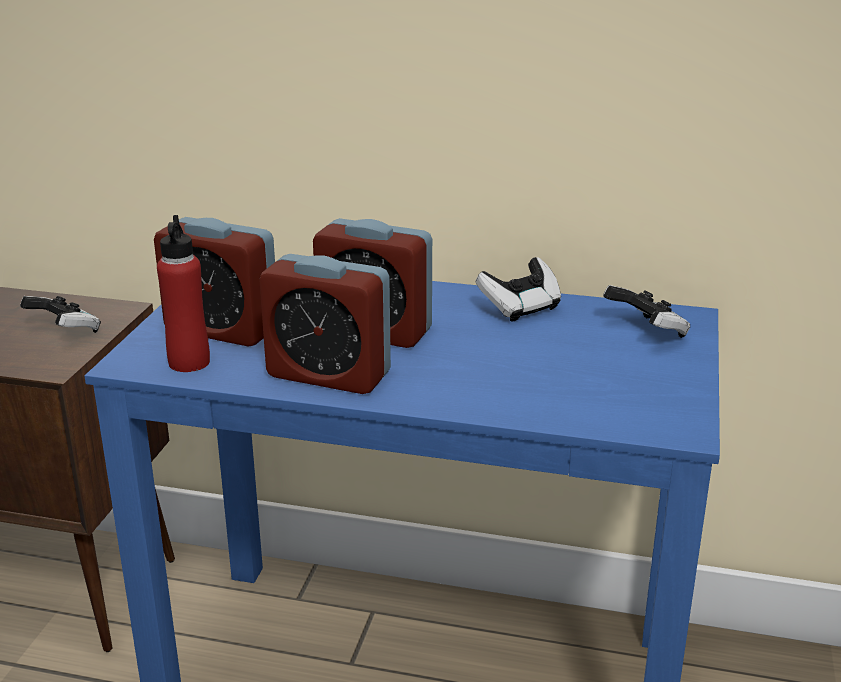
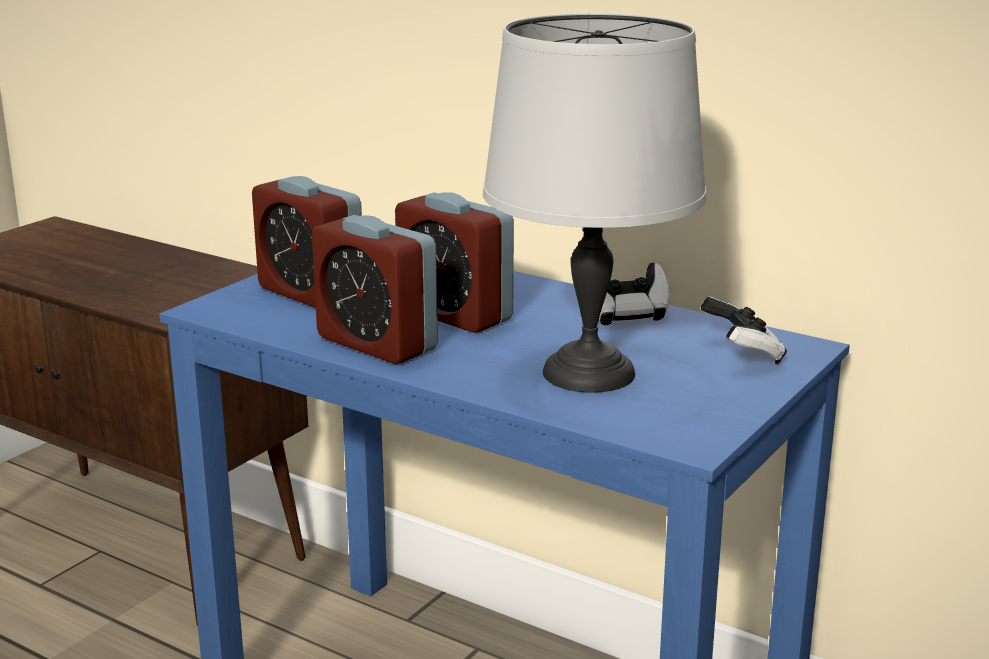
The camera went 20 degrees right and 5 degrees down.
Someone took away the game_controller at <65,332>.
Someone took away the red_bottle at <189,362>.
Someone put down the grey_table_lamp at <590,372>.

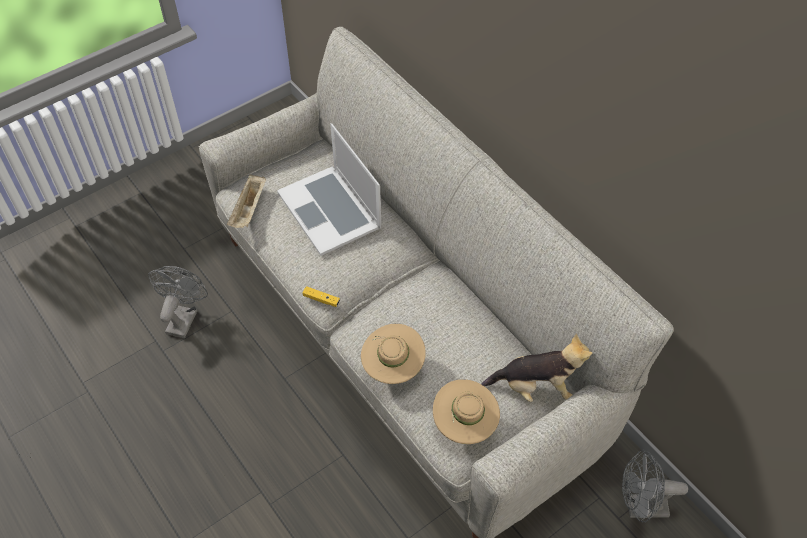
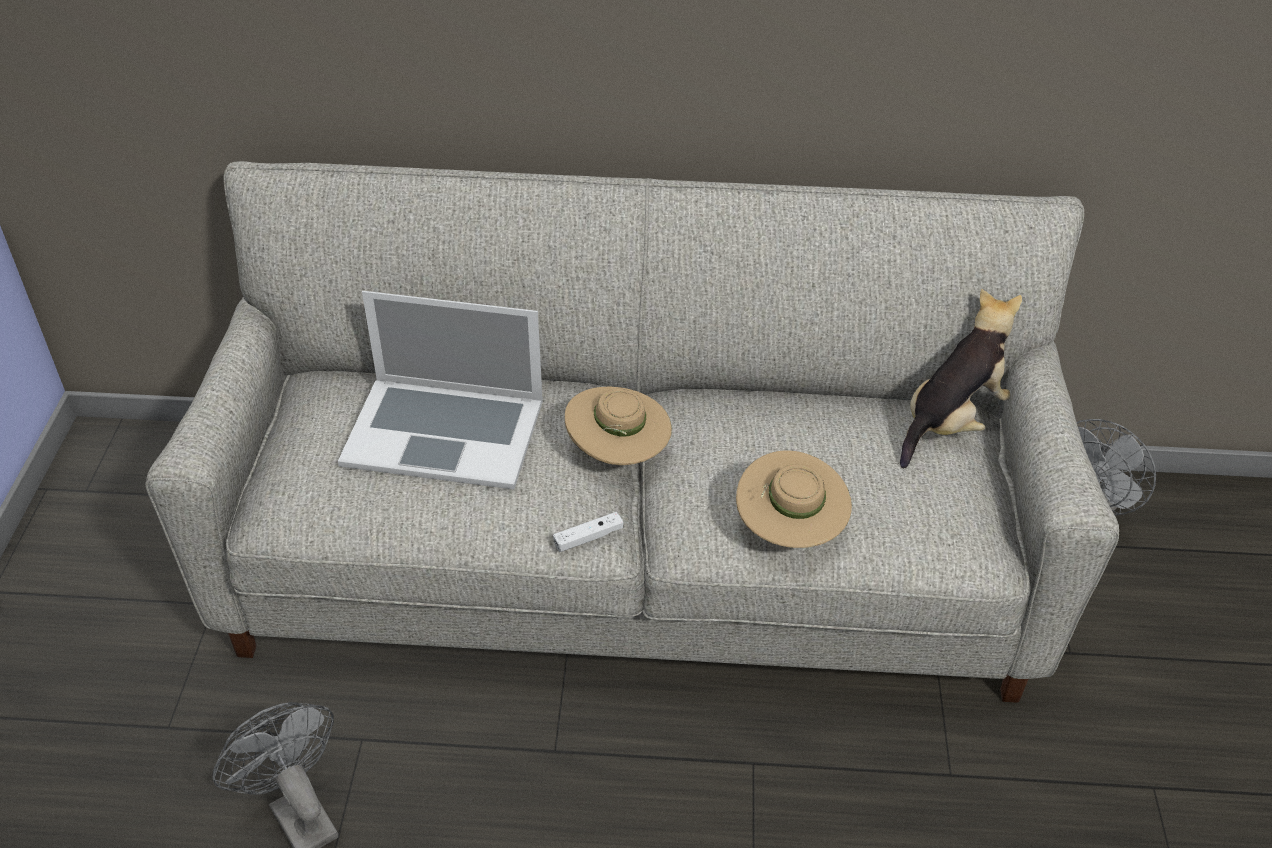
The camera went 50 degrees left and 10 degrees down.
Someone took away the beige_tray at <249,210>.
Someone repainted the yellow_game_controller at <321,299>, which became the white_game_controller at <588,537>.
Someone carried the beige_hat from <465,423> to <618,453>.

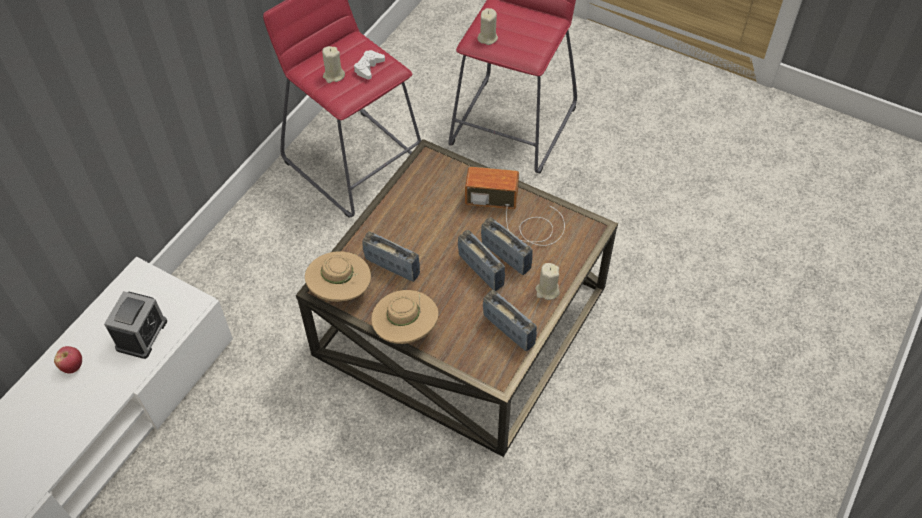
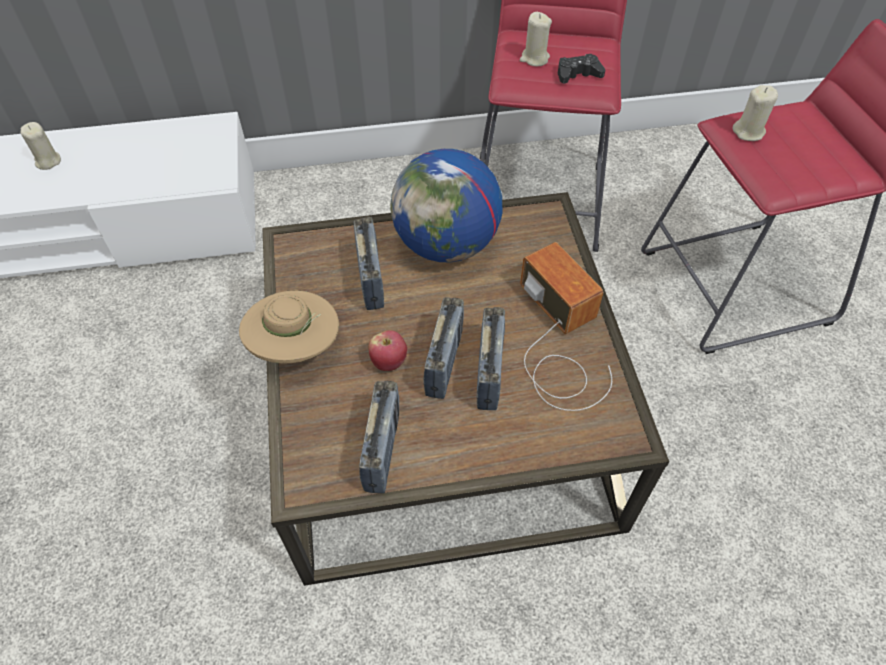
The camera went 50 degrees right and 0 degrees up.
Someone carried the apple from <73,366> to <389,362>.
Someone took away the alarm_clock at <141,335>.
Someone took away the beige_hat at <340,290>.
Someone repainted the white_game_controller at <369,67>, which became the black_game_controller at <578,74>.
Someone carried the beige_candle from <547,291> to <48,161>.
Someone put down the globe at <446,244>.

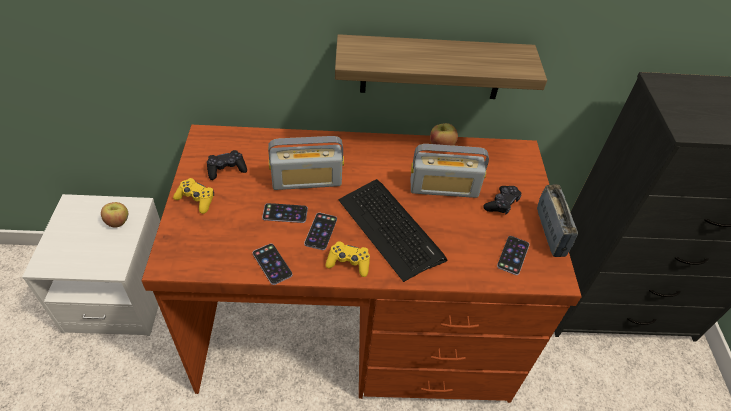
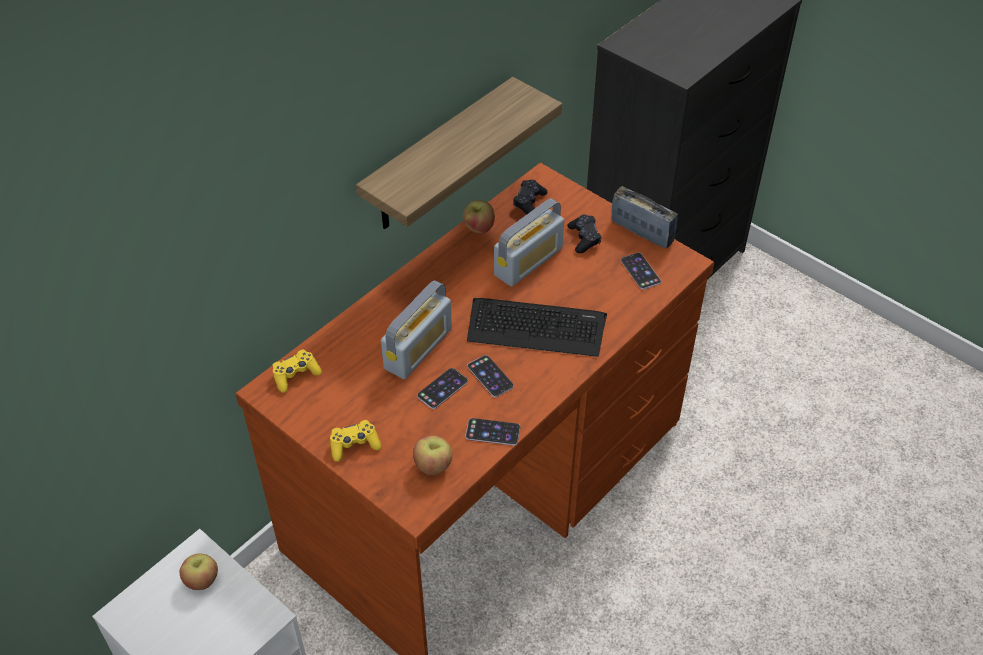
The camera went 45 degrees left and 0 degrees up.
Someone carried the black_game_controller from <226,169> to <529,202>.
Someone carried the yellow_game_controller from <348,263> to <296,375>.
Someone put down the apple at <433,465>.

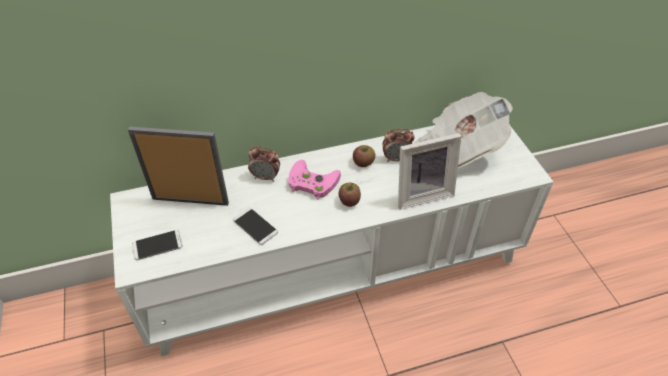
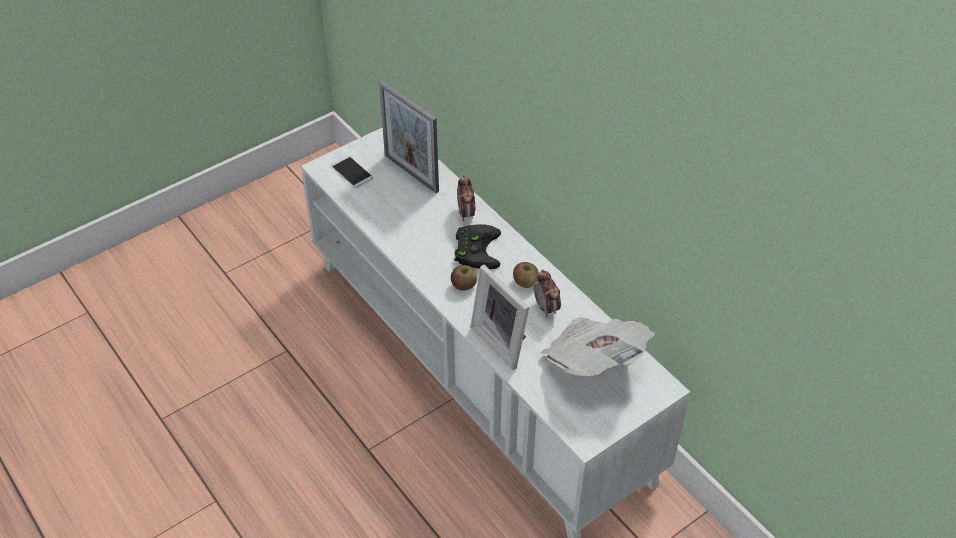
The camera went 70 degrees right and 0 degrees up.
Someone rotated the picture_frame at <190,200> by 150 degrees clockwise.
Someone took away the phone at <255,226>.
Someone repainted the pink_game_controller at <310,182>, which became the black_game_controller at <475,248>.

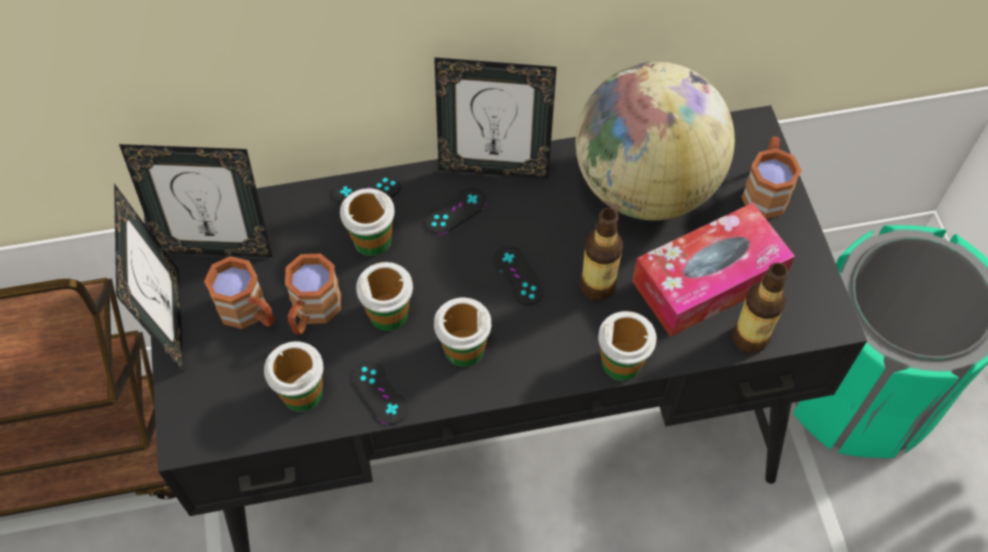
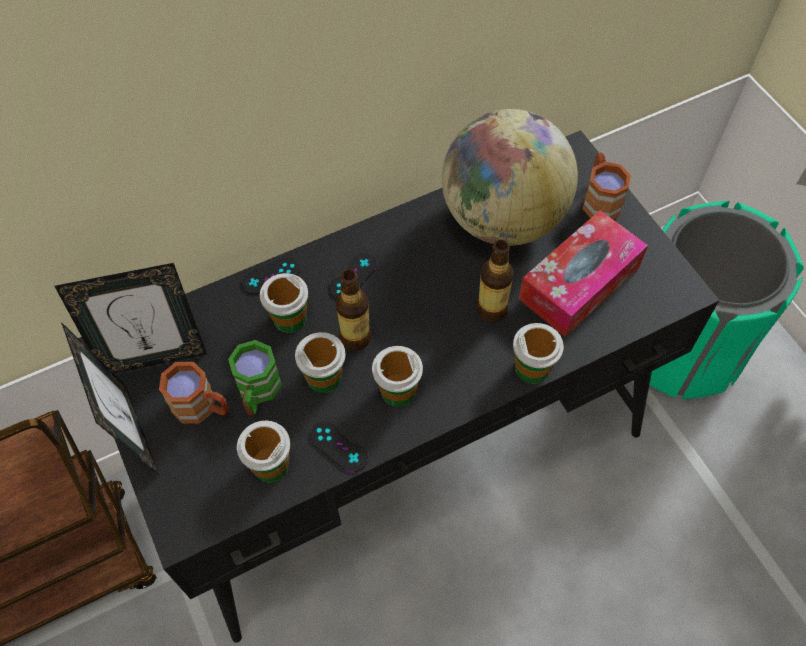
The camera went 15 degrees left and 0 degrees up.
Someone repainted the brown_mug at <312,312>, which became the green_mug at <258,393>.
Someone took away the picture_frame at <494,166>.
Someone took away the black_game_controller at <518,275>.
Someone carried the bottle from <750,338> to <355,337>.

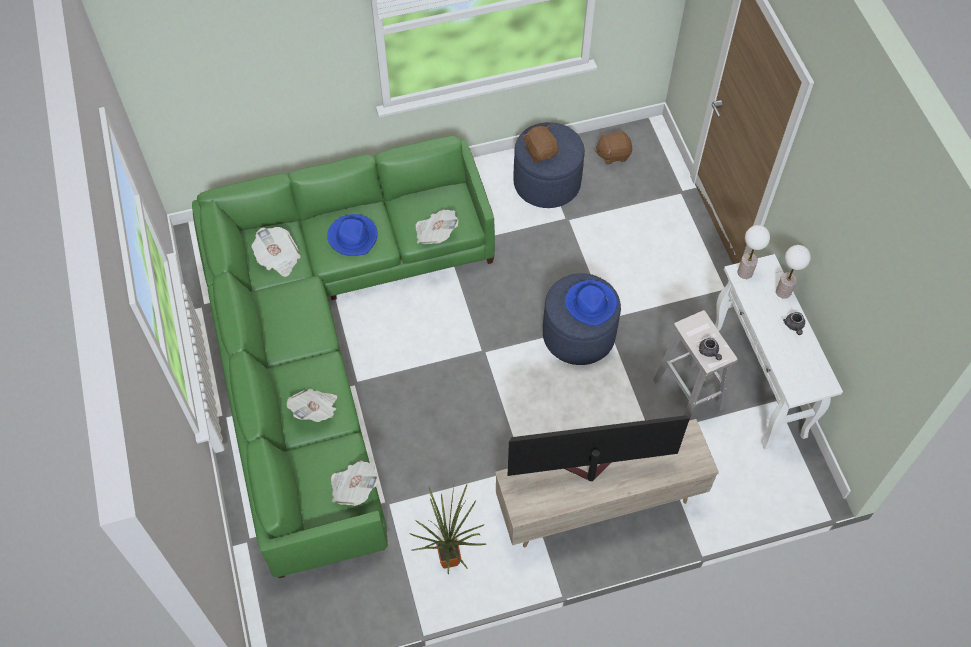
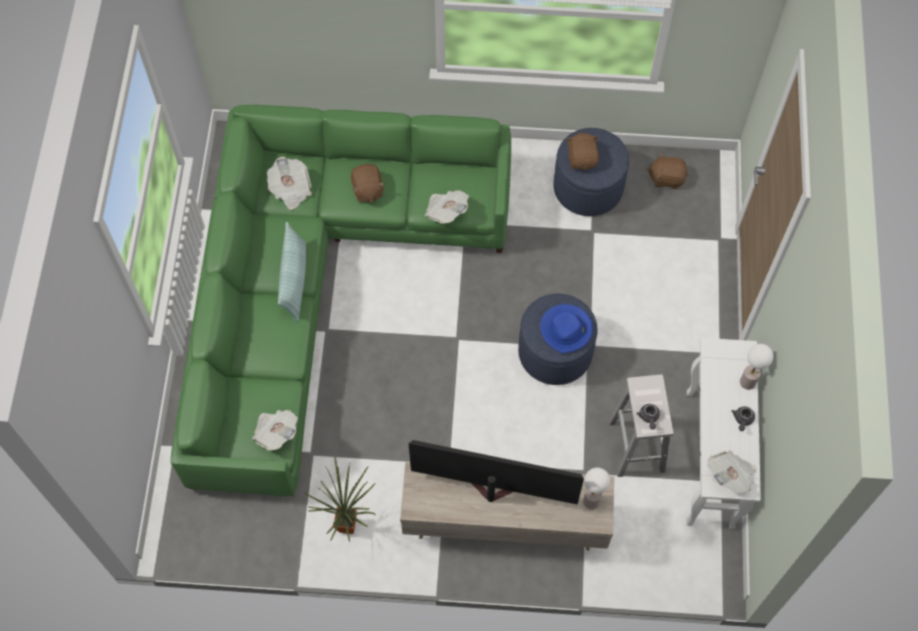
The camera went 20 degrees right and 5 degrees up.
Someone carried the newspaper from <315,410> to <730,476>.
Someone swapped the blue_hat at <353,237> for the brown_plush_toy at <367,190>.
Someone carried the table_lamp from <744,272> to <591,501>.
Someone put down the pillow at <294,281>.

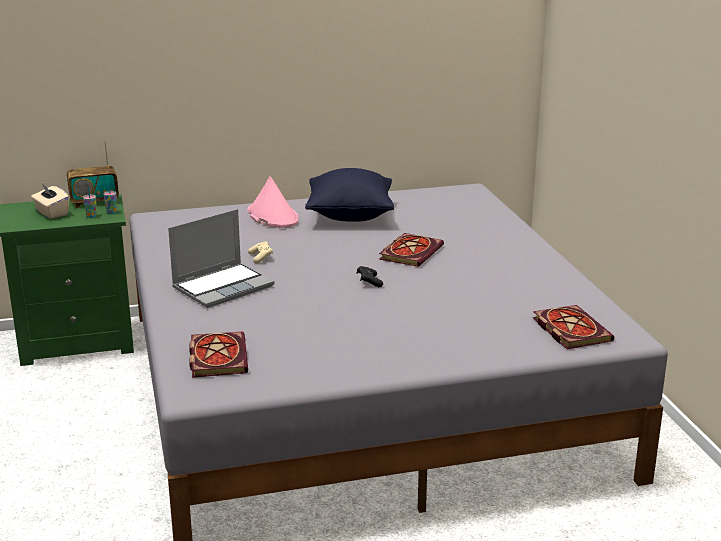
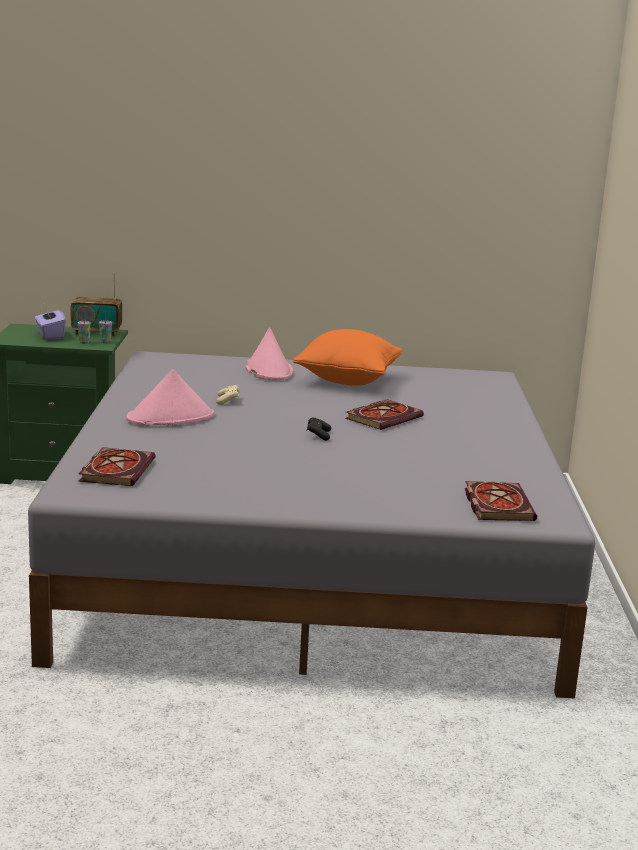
The camera went 15 degrees right and 5 degrees down.
Someone repainted the beige_tissue_box at <51,213>, which became the purple_tissue_box at <50,335>.
Someone swapped the laptop at <223,286> for the pink_hat at <171,418>.
Someone repainted the black_pillow at <350,216>, which became the orange_pillow at <347,380>.

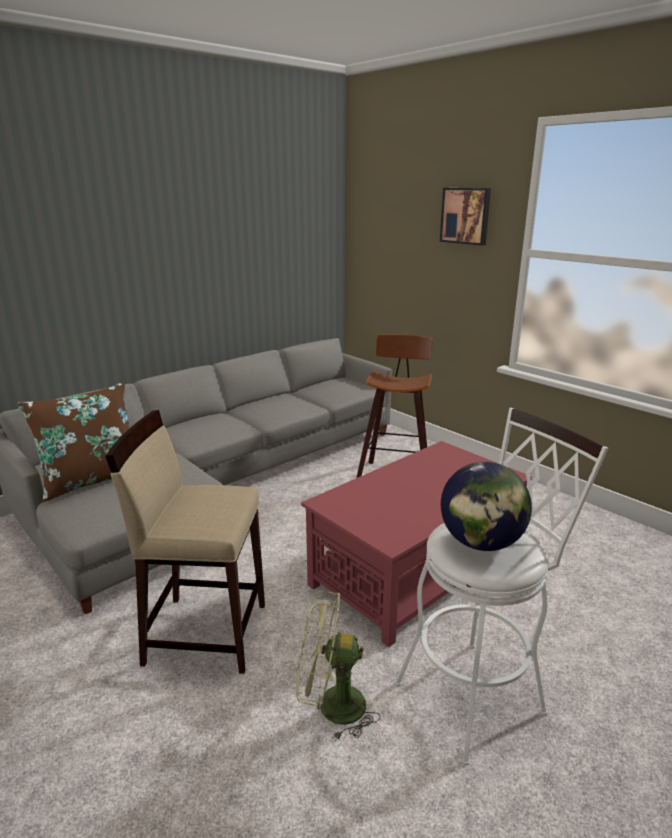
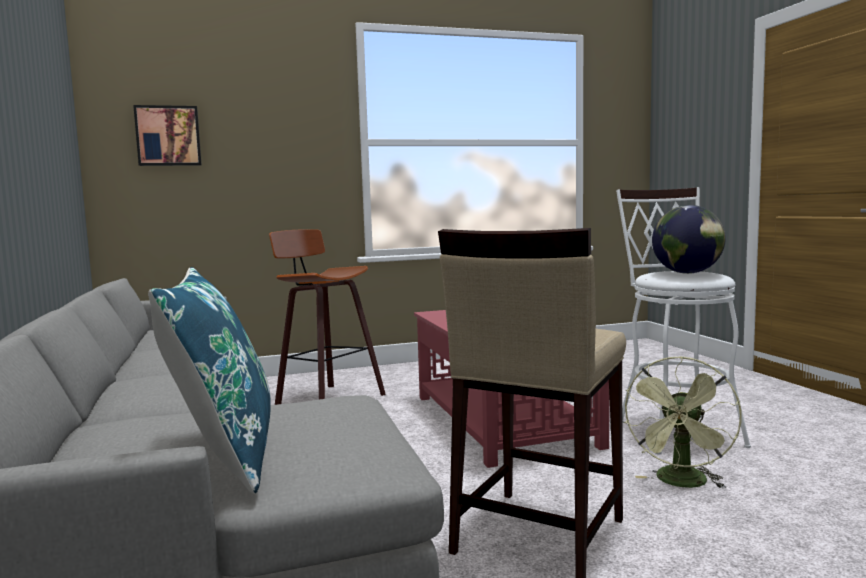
The camera went 65 degrees left and 15 degrees down.
Someone repainted the brown_pillow at <92,480>, which became the blue_pillow at <225,455>.
Someone carried the picture from <466,216> to <168,136>.

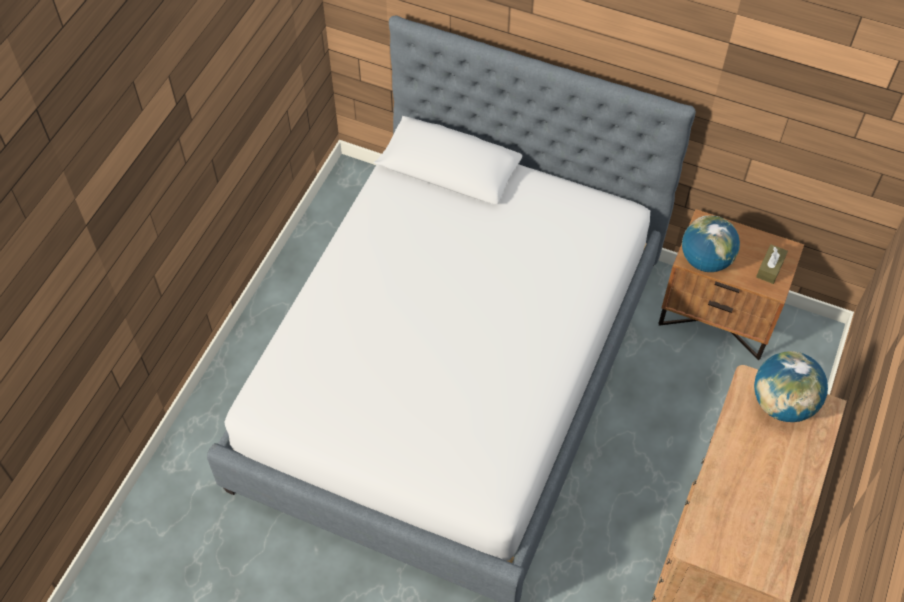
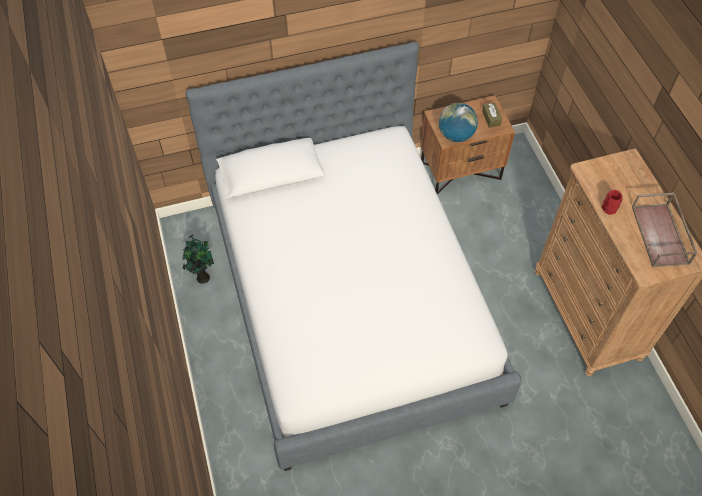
The camera went 40 degrees left and 0 degrees up.
Someone took away the globe at <782,403>.
Someone put down the potted_plant at <202,277>.
Someone put down the red_mug at <608,209>.
Someone put down the brown_tray at <661,235>.

